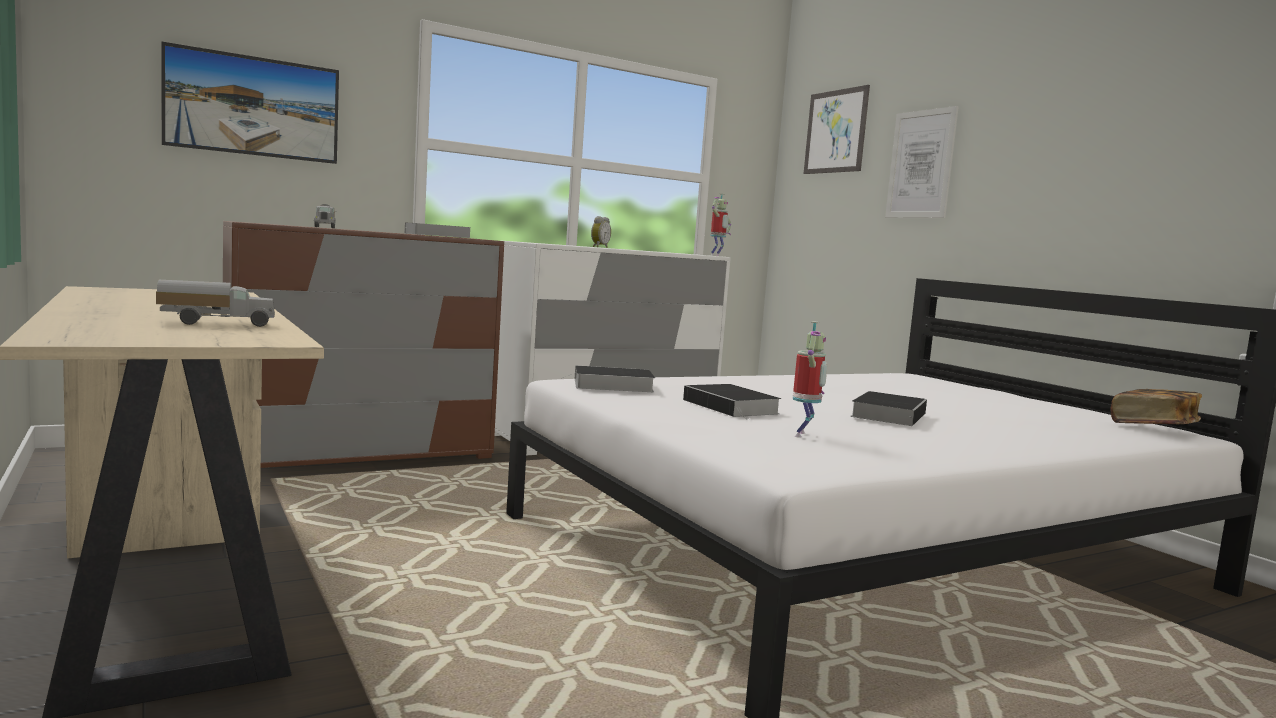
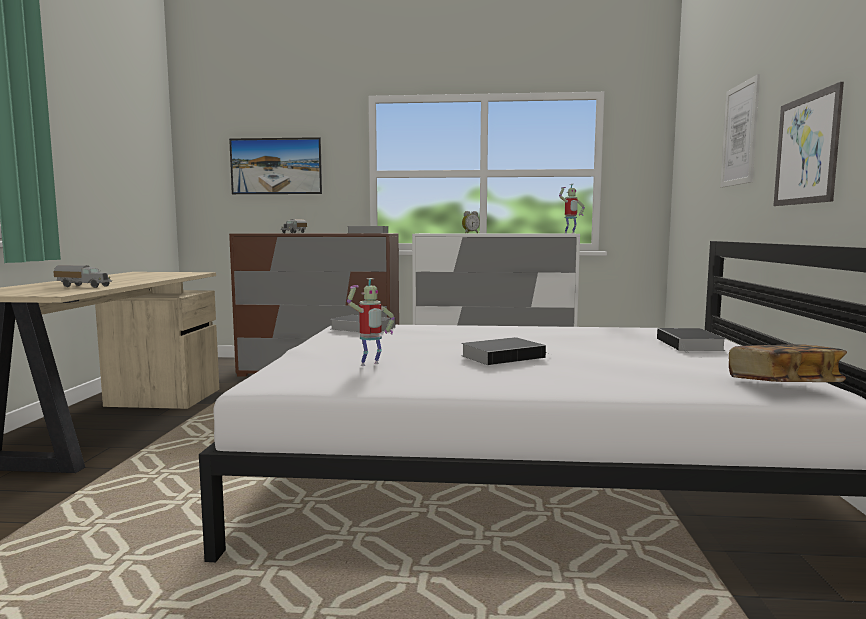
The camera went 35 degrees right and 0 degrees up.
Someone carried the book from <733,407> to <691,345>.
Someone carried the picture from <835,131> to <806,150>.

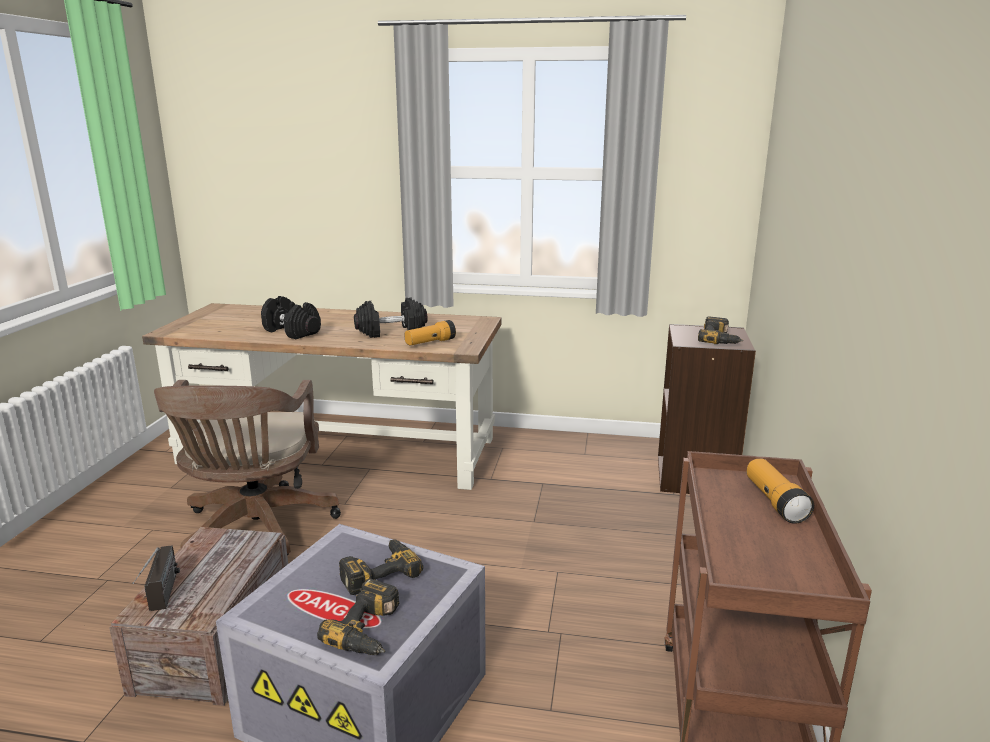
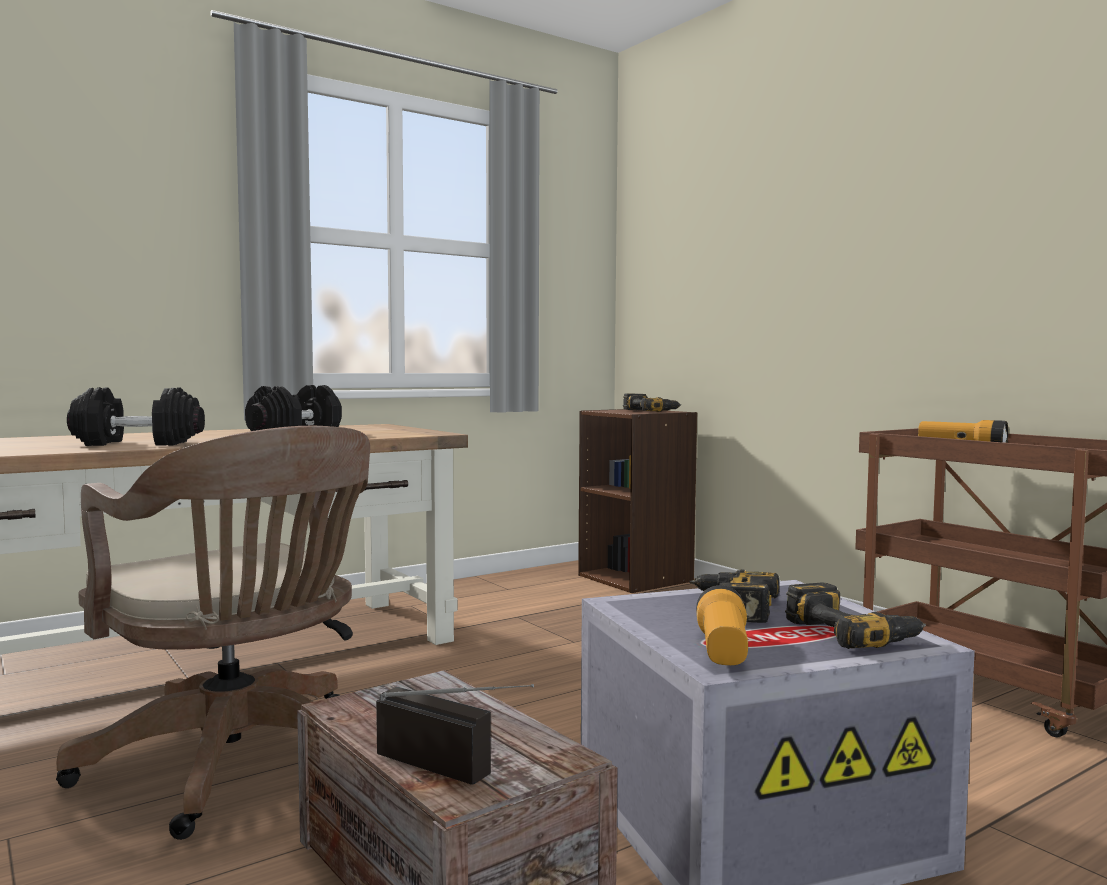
The camera went 45 degrees left and 15 degrees down.
Someone carried the flashlight from <430,343> to <722,650>.

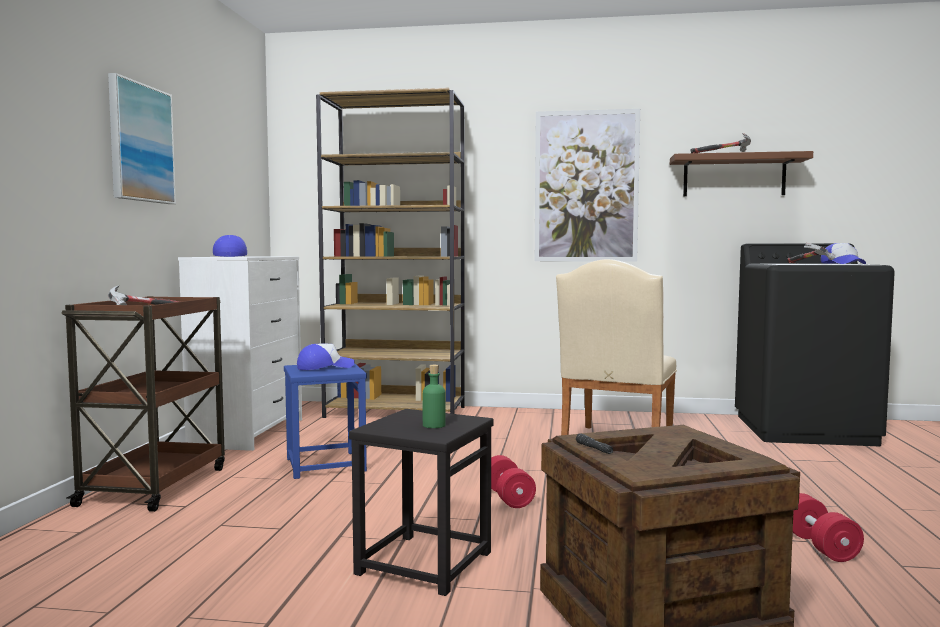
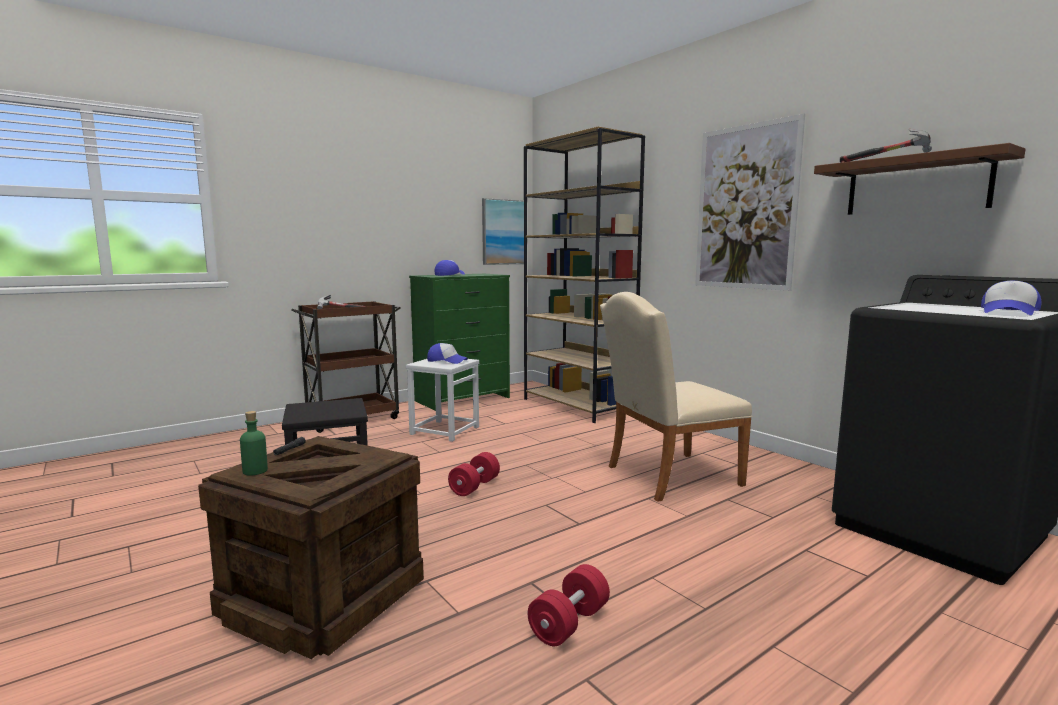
The camera went 45 degrees right and 5 degrees up.
Someone carried the picture from <140,143> to <503,232>.
Someone repainted the white_dresser at <249,433>, which became the green_dresser at <463,399>.
Someone repainted the blue_stool at <324,464>, which became the white_stool at <444,430>.
Someone carried the green_bottle from <434,425> to <255,471>.
Someone took away the hammer at <807,263>.

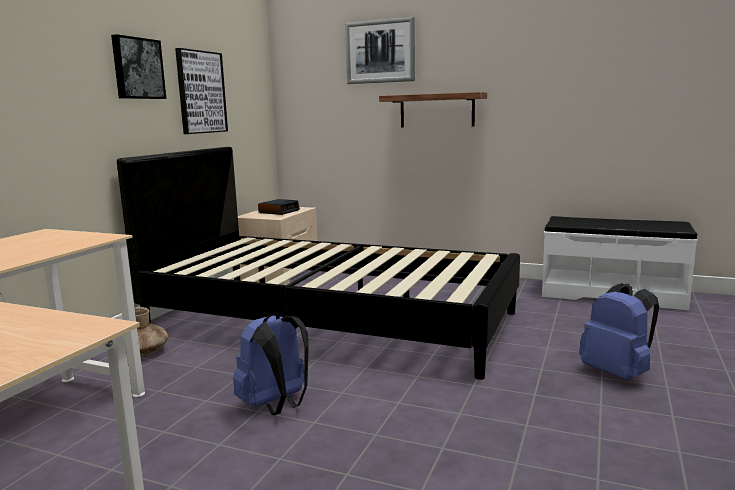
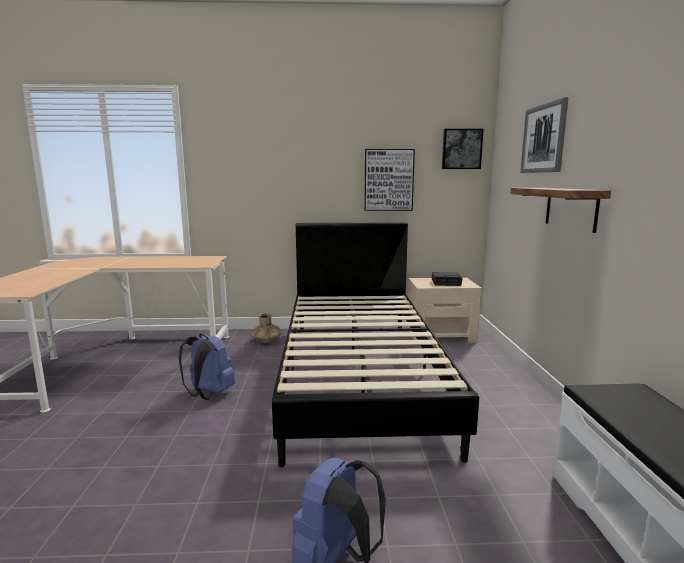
The camera went 65 degrees right and 0 degrees up.
Someone carried the picture from <137,68> to <461,149>.

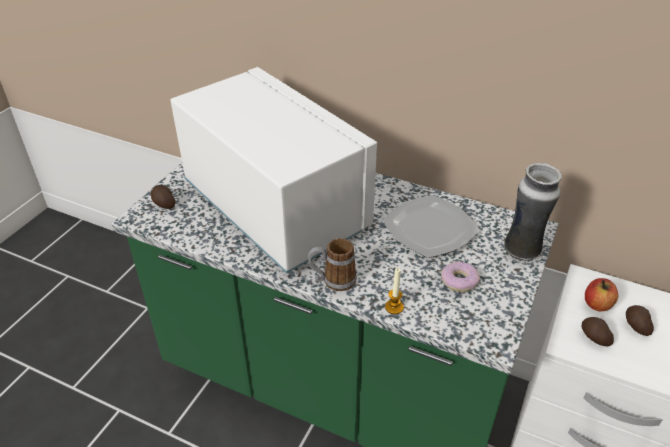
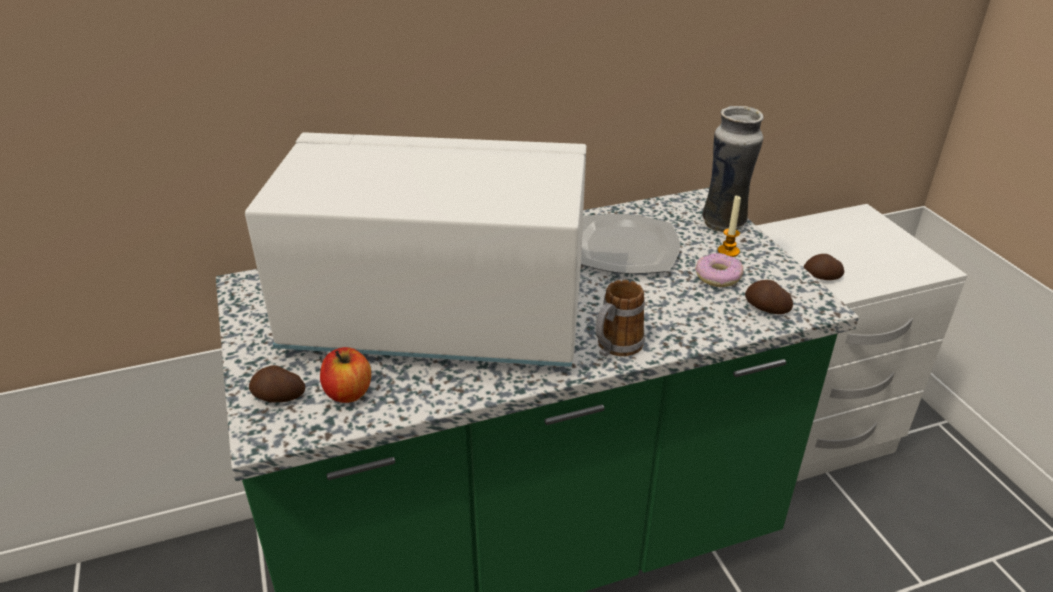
The camera went 45 degrees left and 5 degrees down.
Someone carried the candle from <394,307> to <728,251>.
Someone carried the apple from <597,304> to <348,392>.
Someone carried the potato from <636,326> to <766,309>.

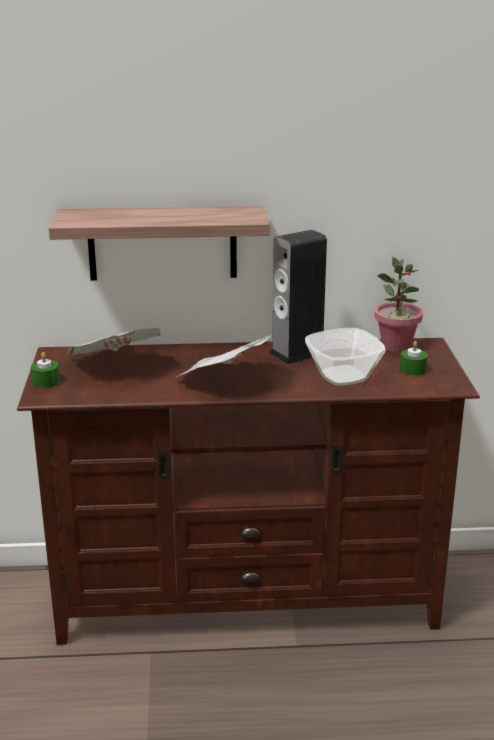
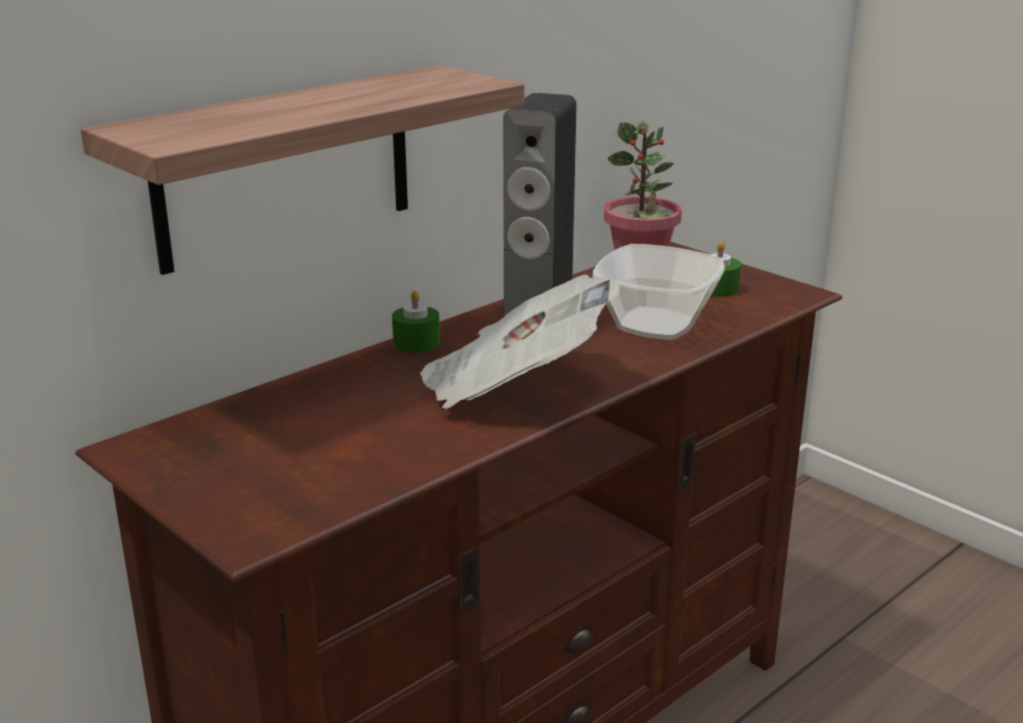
The camera went 40 degrees left and 0 degrees up.
Someone carried the green_candle from <46,381> to <416,343>.
Someone took away the newspaper at <115,366>.

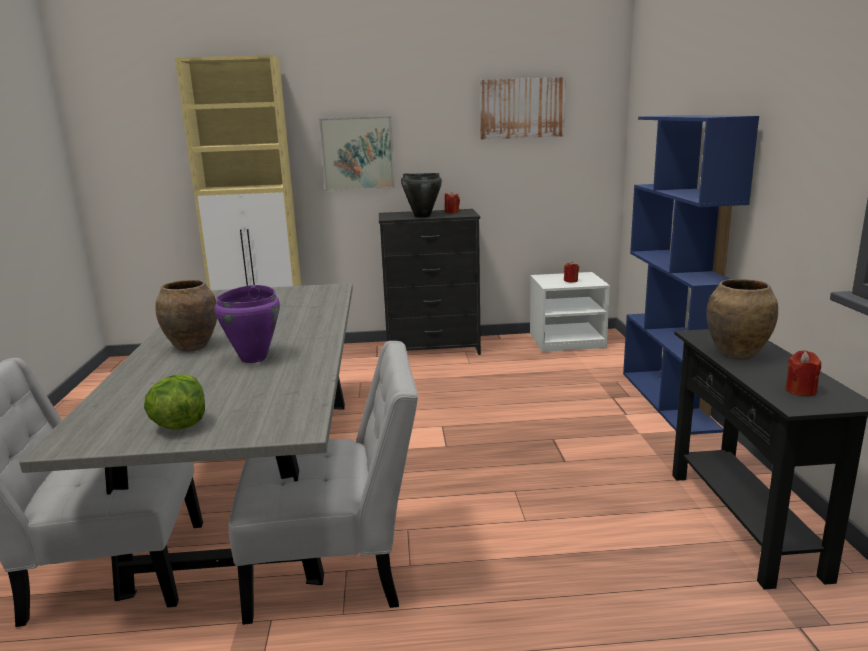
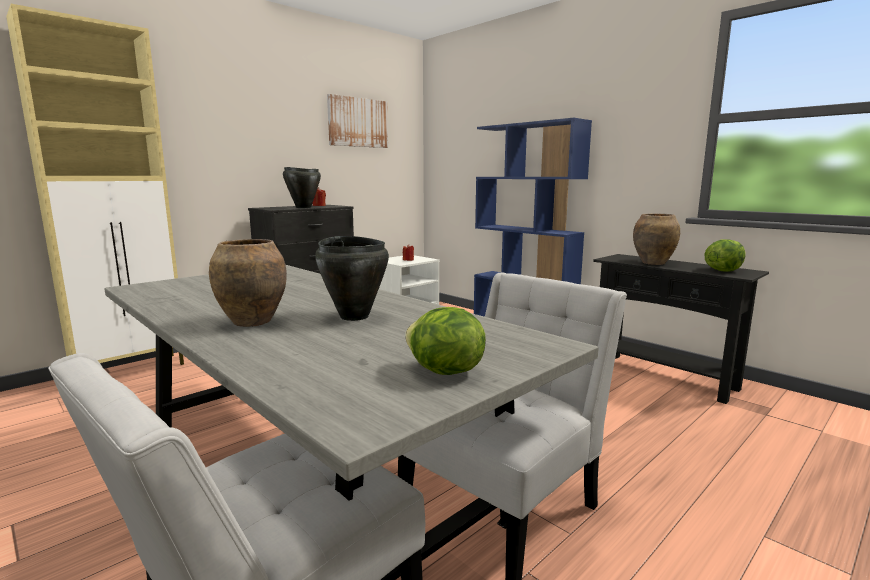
The camera went 40 degrees left and 5 degrees down.
Someone repainted the purple_cooking_pot at <254,358>, which became the black_cooking_pot at <354,316>.
Someone took away the picture at <357,153>.
Someone swapped the red_candle at <800,391> for the lettuce at <723,270>.

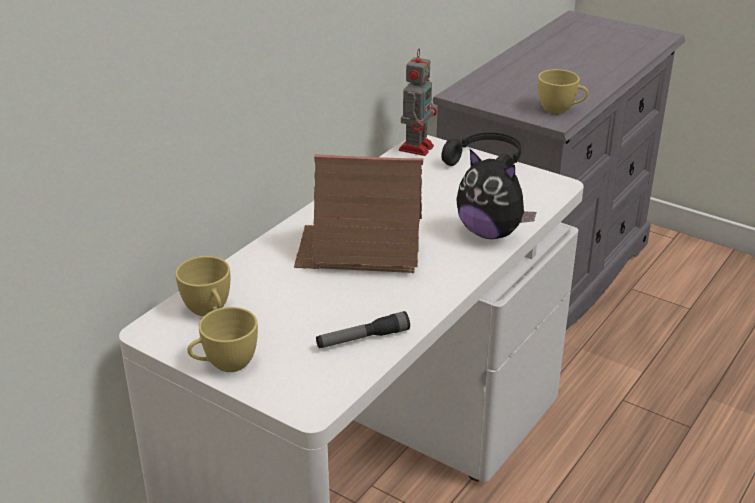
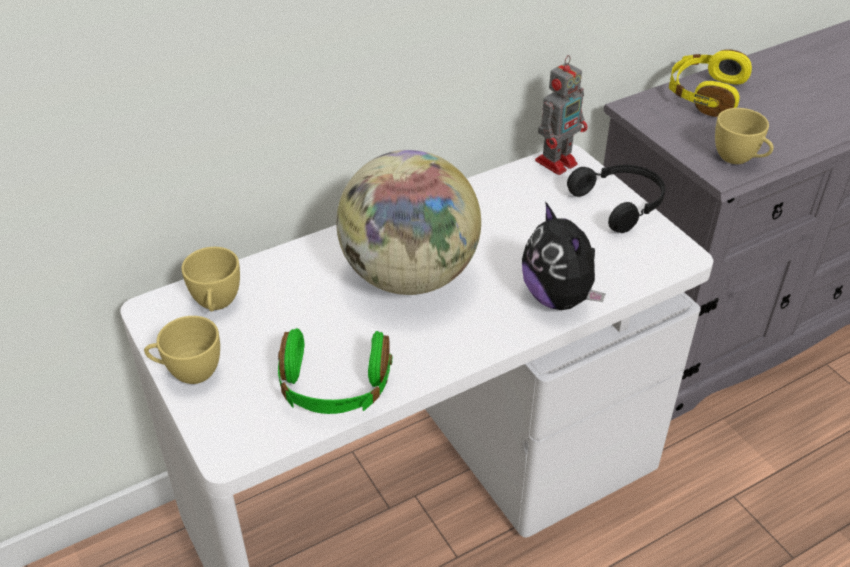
The camera went 25 degrees right and 10 degrees up.
Someone swapped the toy_house at <361,249> for the globe at <409,276>.
Someone swapped the flashlight at <362,339> for the green_headphones at <334,388>.
Someone put down the yellow_headphones at <704,94>.

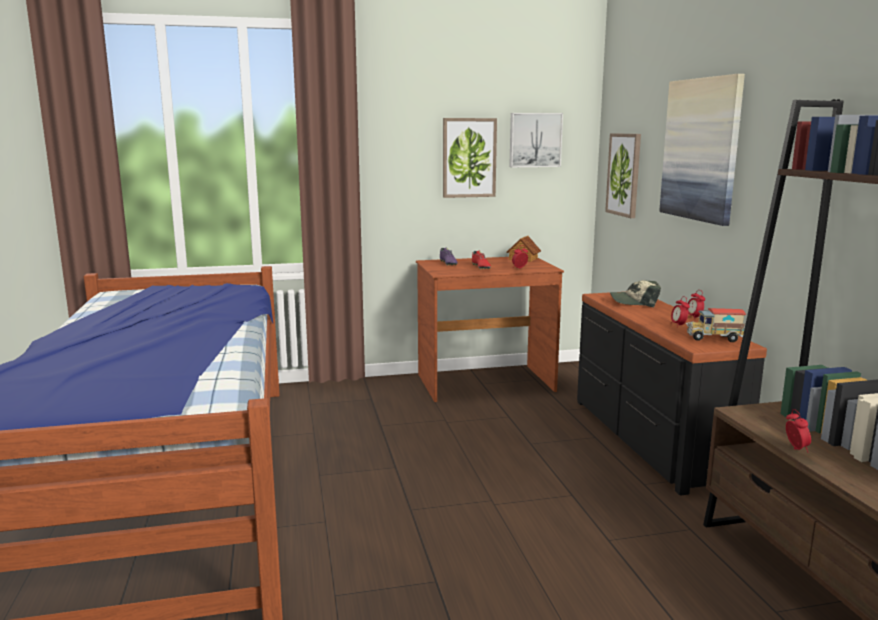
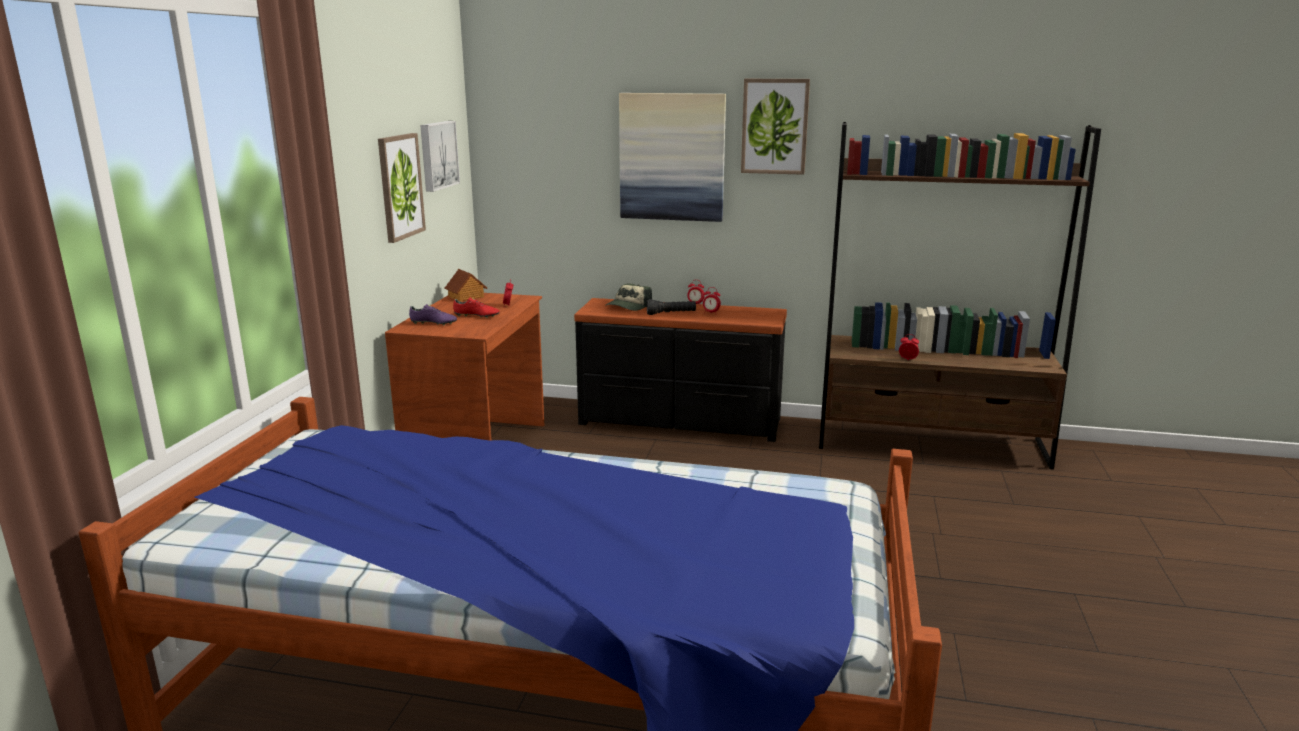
The camera went 65 degrees left and 5 degrees up.
Someone carried the picture from <624,174> to <774,126>.
Someone took away the toy_truck at <713,339>.
Someone put down the black_flashlight at <671,314>.

